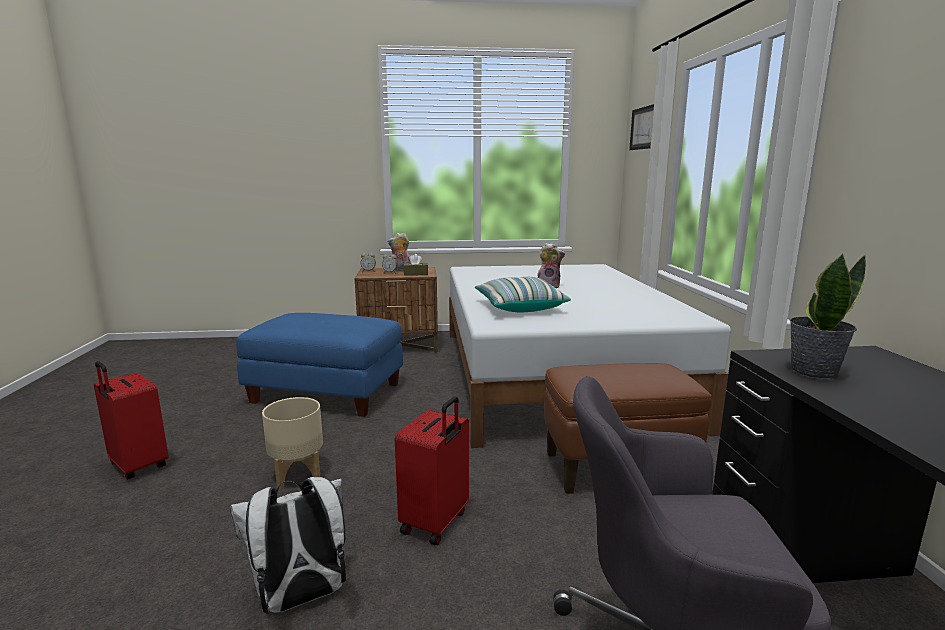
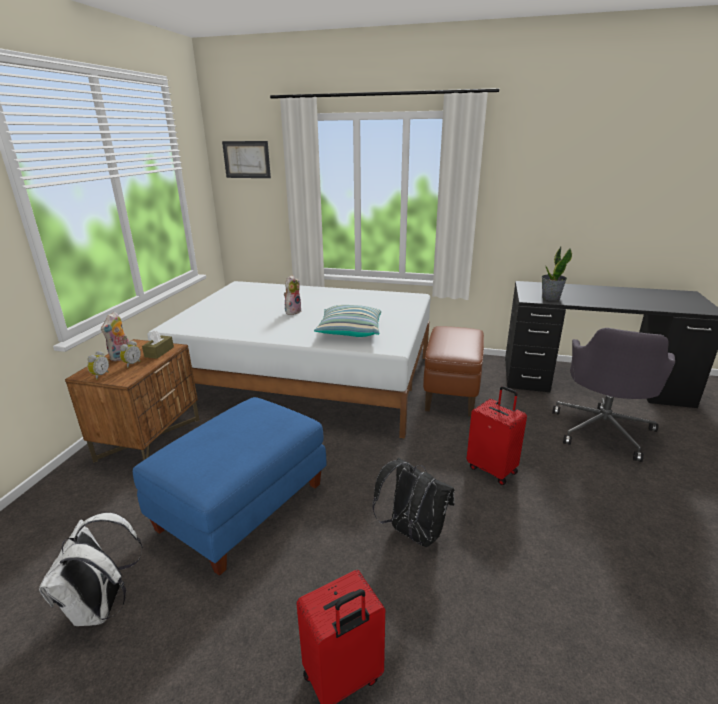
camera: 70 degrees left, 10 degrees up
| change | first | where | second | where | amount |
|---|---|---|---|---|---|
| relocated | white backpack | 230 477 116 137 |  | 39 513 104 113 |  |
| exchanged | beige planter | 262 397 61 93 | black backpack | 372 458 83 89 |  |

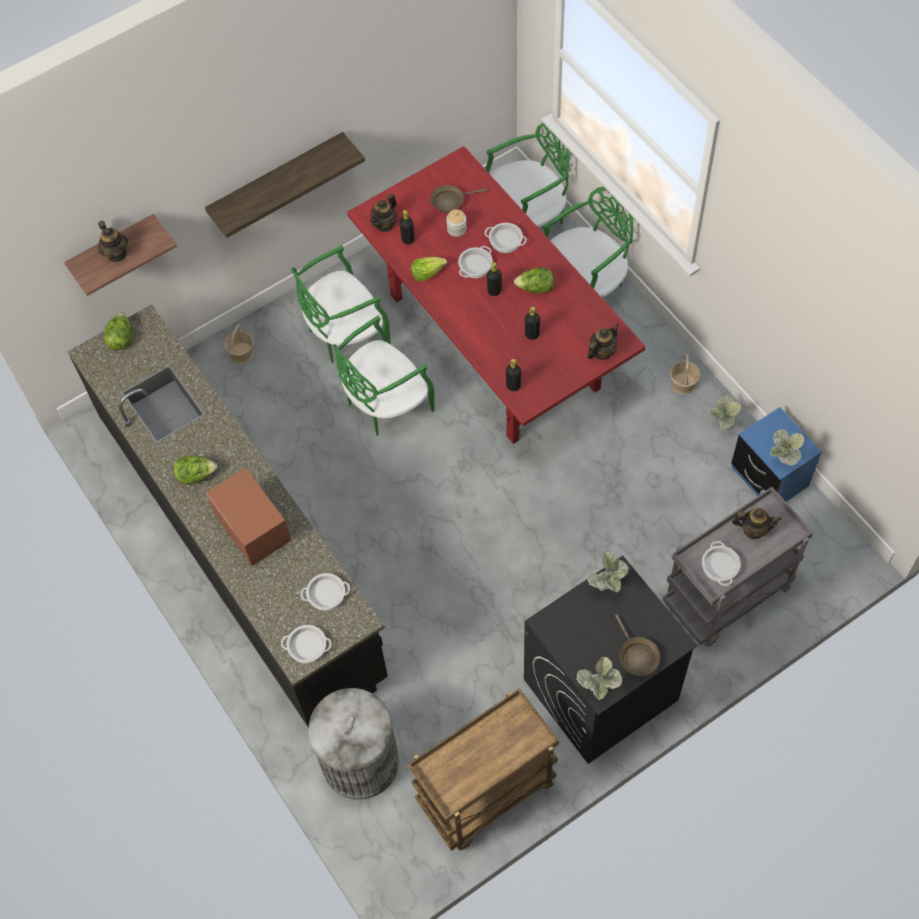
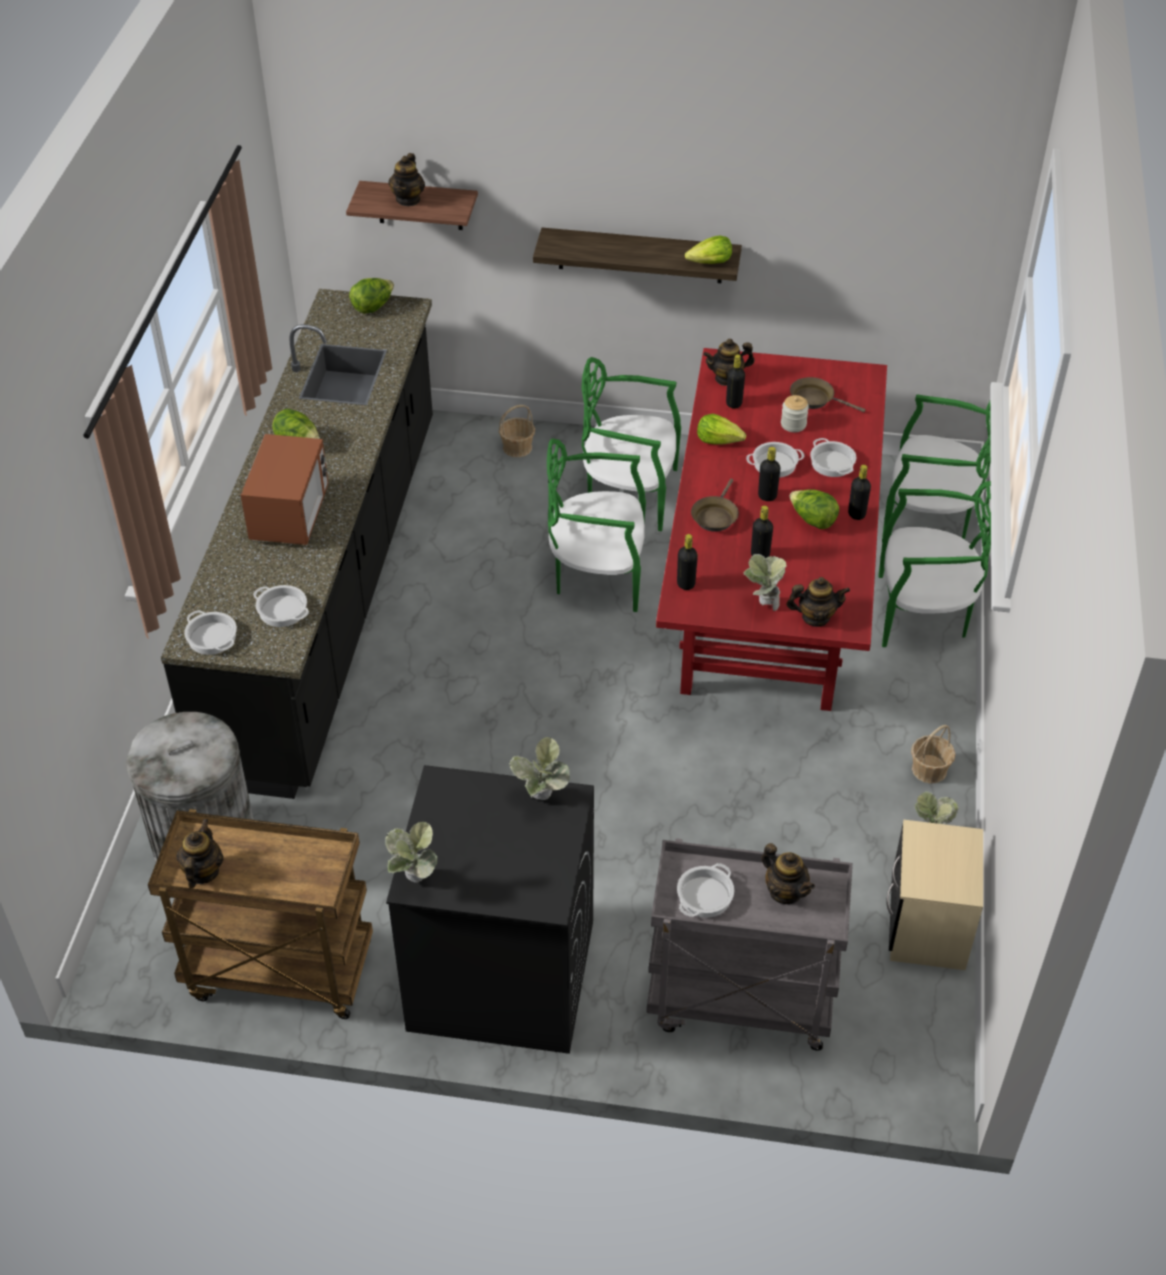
camera: 40 degrees right, 15 degrees down
| change | first | where | second | where | amount |
|---|---|---|---|---|---|
| appeared |  |  | teapot | 176 819 48 69 |  |
| appeared |  |  | lettuce | 685 235 47 29 |  |
| relocated | brown frying pan | 615 614 45 62 |  | 691 479 48 53 |  |
| relocated | potted plant | 770 429 35 36 |  | 744 554 43 57 |  |
| appeared |  |  | black bottle | 848 465 23 55 |  |
| colour | blue nightstand | 731 407 91 94 | beige nightstand | 886 820 97 150 |  |

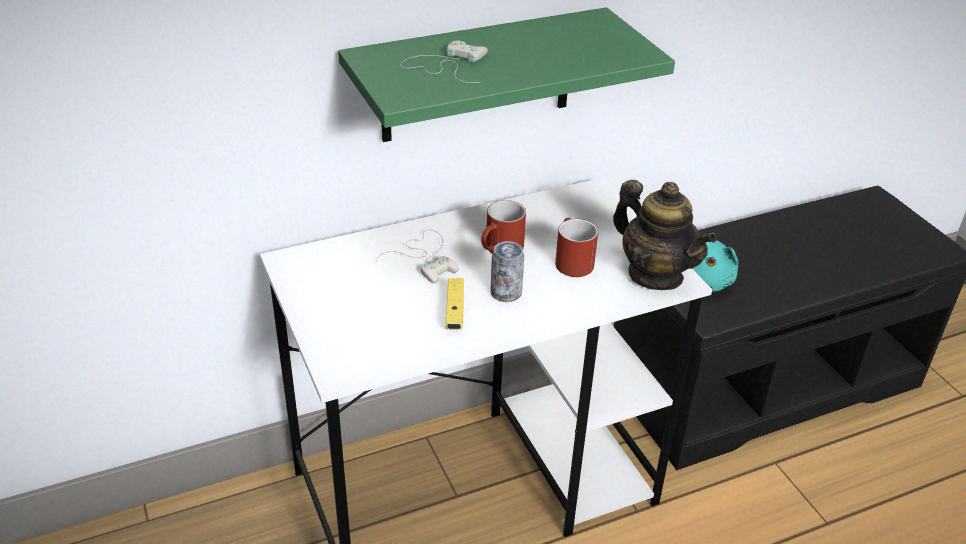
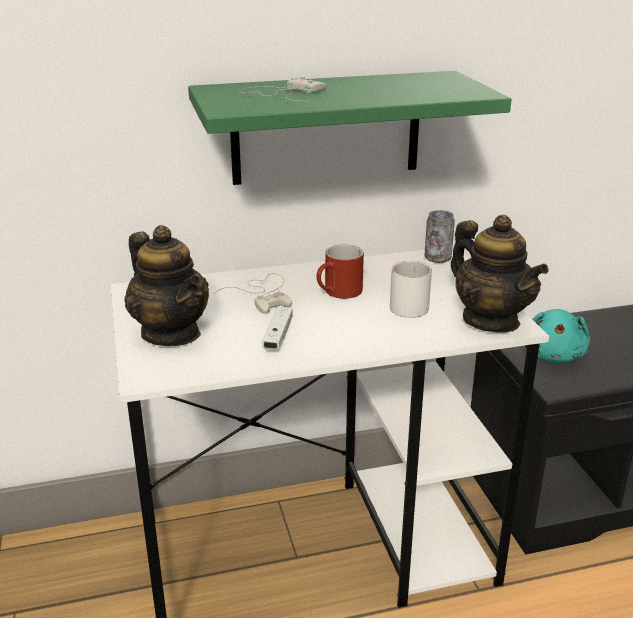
camera: 10 degrees right, 10 degrees down
| change | first | where | second | where | amount |
|---|---|---|---|---|---|
| appeared |  |  | teapot | 125 225 84 121 |  |
| colour | yellow game controller | 445 278 19 52 | white game controller | 262 307 31 43 |  |
| colour | red mug | 555 218 43 59 | white mug | 390 261 42 57 |  |
| relocated | can | 490 241 34 61 |  | 424 210 31 53 |  |

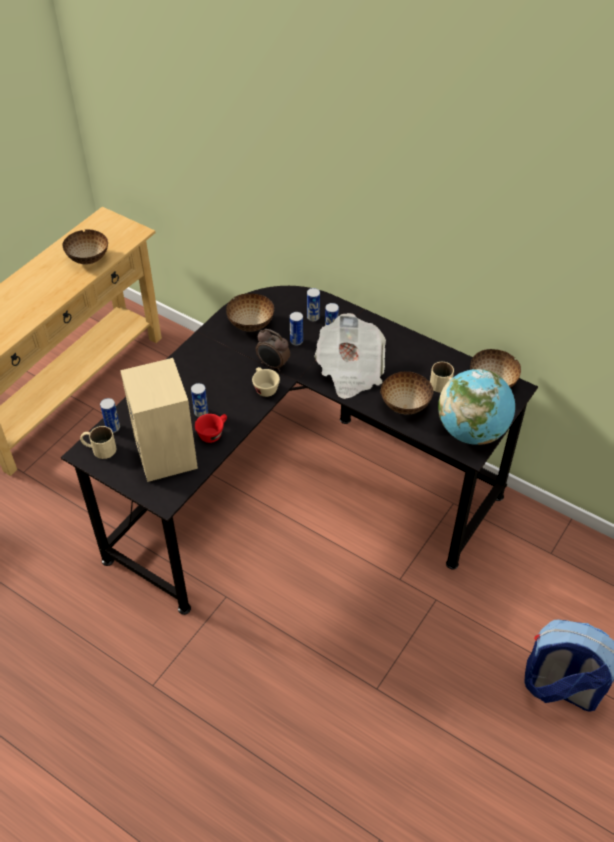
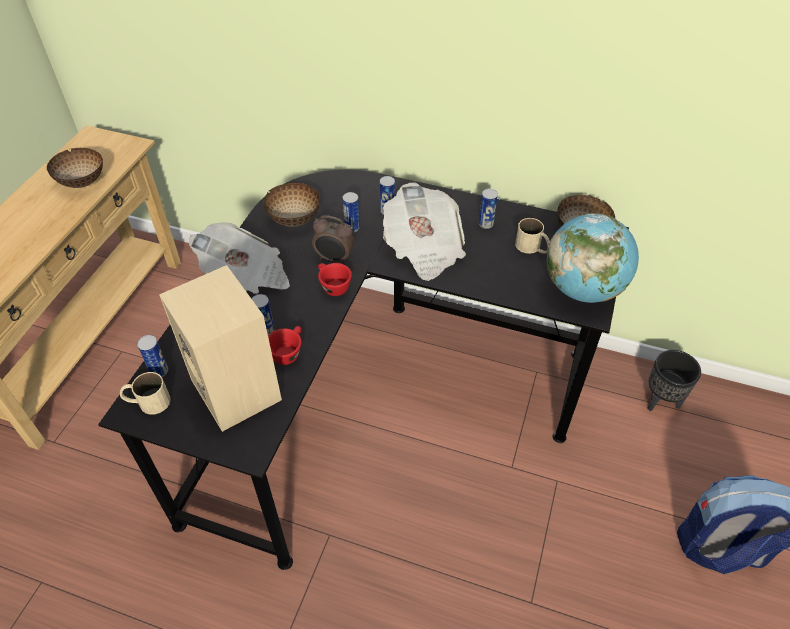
camera: 15 degrees left, 0 degrees up
| change | first | where | second | where | amount |
|---|---|---|---|---|---|
| appeared |  |  | newspaper | 189 222 101 72 |  |
| colour | beige cup | 252 367 28 30 | red cup | 318 263 34 33 |  |
| relocated | can | 307 288 13 33 |  | 479 189 19 40 |  |
| appeared |  |  | black planter | 647 350 54 62 |  |
| missing | bowl | 380 372 53 43 |  |  |  |

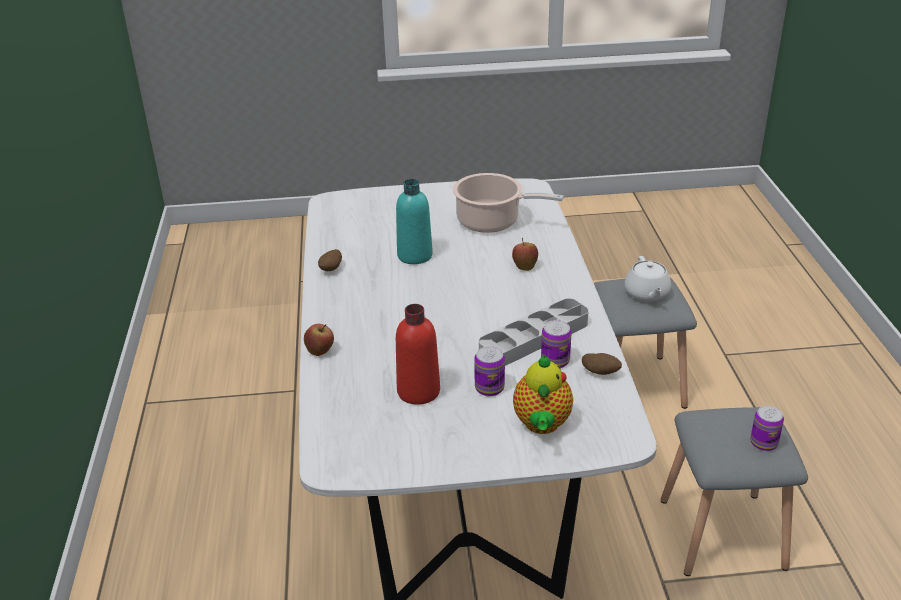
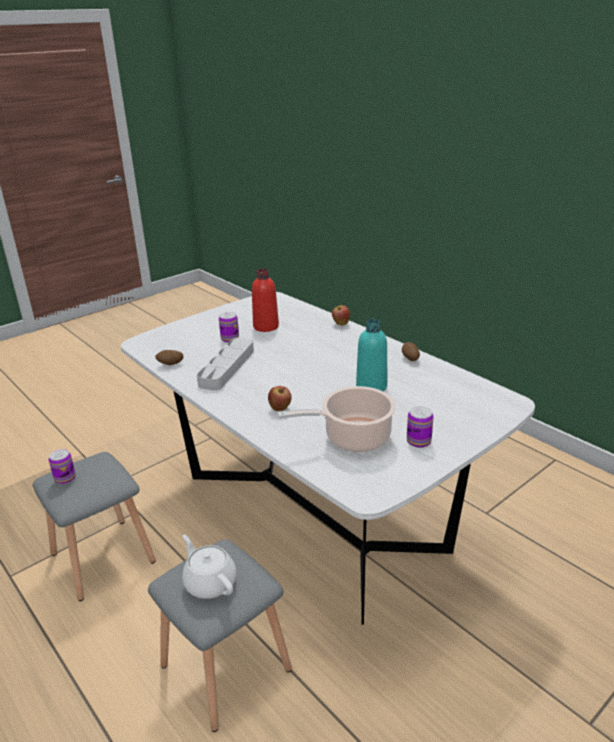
camera: 145 degrees right, 5 degrees down
| change | first | where | second | where | amount |
|---|---|---|---|---|---|
| relocated | can | 541 320 31 48 |  | 407 406 27 42 |  |
| missing | teapot | 513 355 60 79 |  |  |  |

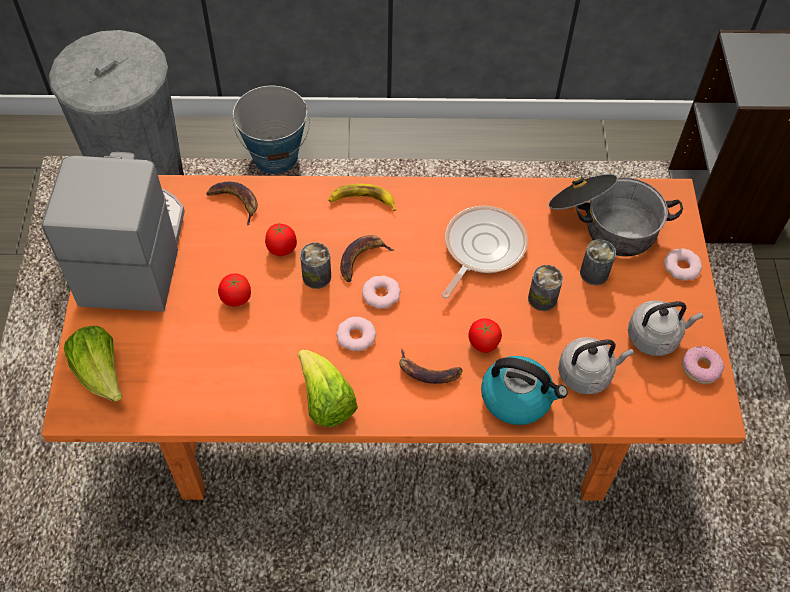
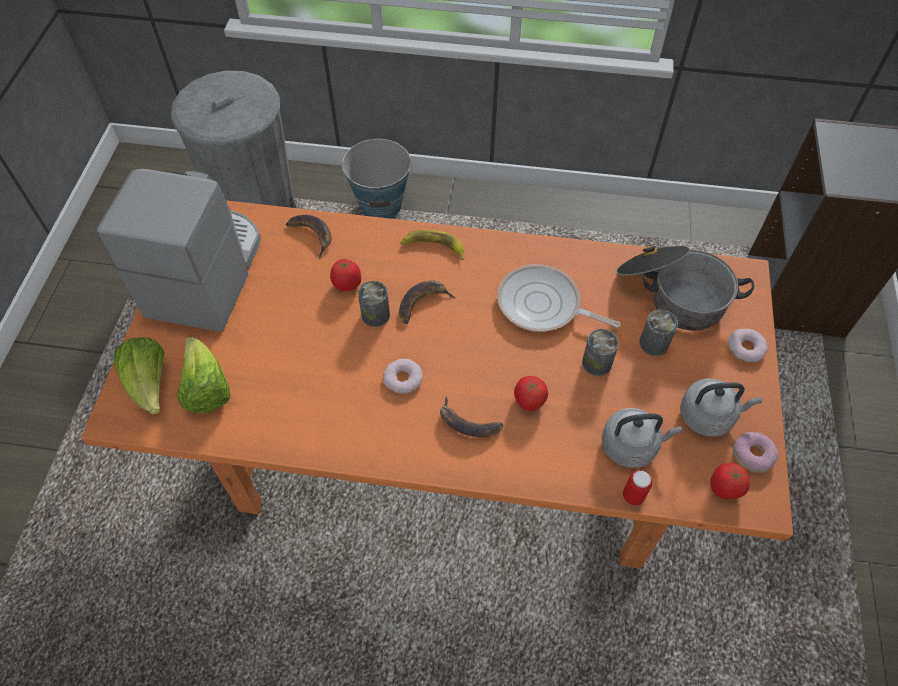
camera: 10 degrees right, 0 degrees up
| change | first | where | second | where | amount |
|---|---|---|---|---|---|
| relocated | lettuce | 297 350 61 77 |  | 177 337 53 77 |  |
| spun | frying pan | 442 206 86 92 |  | 497 264 124 68 | 105 degrees counterclockwise |
| appeared |  |  | can | 623 470 29 35 |  |
| relocated | tomato | 218 273 33 33 |  | 710 463 40 36 |  |
| missing | donut | 362 276 39 33 |  |  |  |
| missing | kettle | 481 356 87 69 |  |  |  |

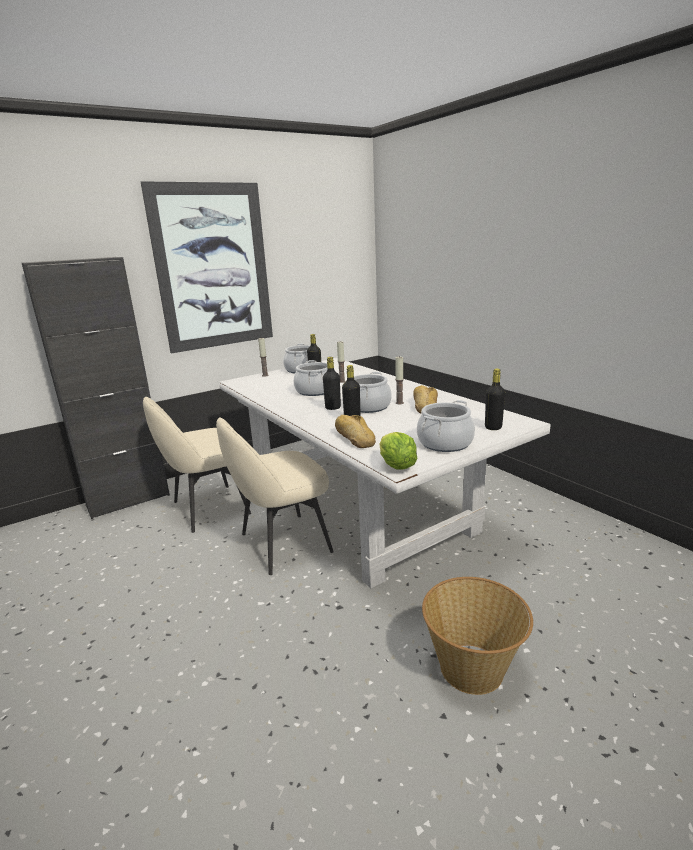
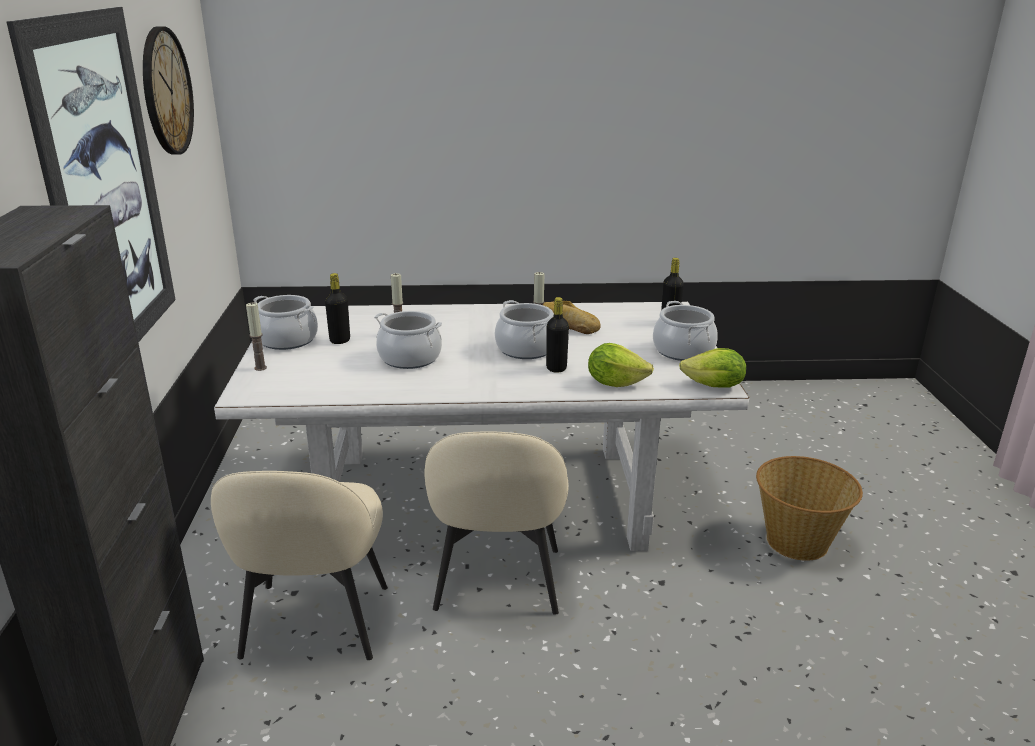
camera: 60 degrees left, 5 degrees up
| change | first | where | second | where | amount |
|---|---|---|---|---|---|
| appeared |  |  | wall clock | 143 27 51 128 |  |
| exchanged | bread | 335 415 41 33 | lettuce | 588 343 66 44 |  |
| missing | black bottle | 323 357 18 53 |  |  |  |

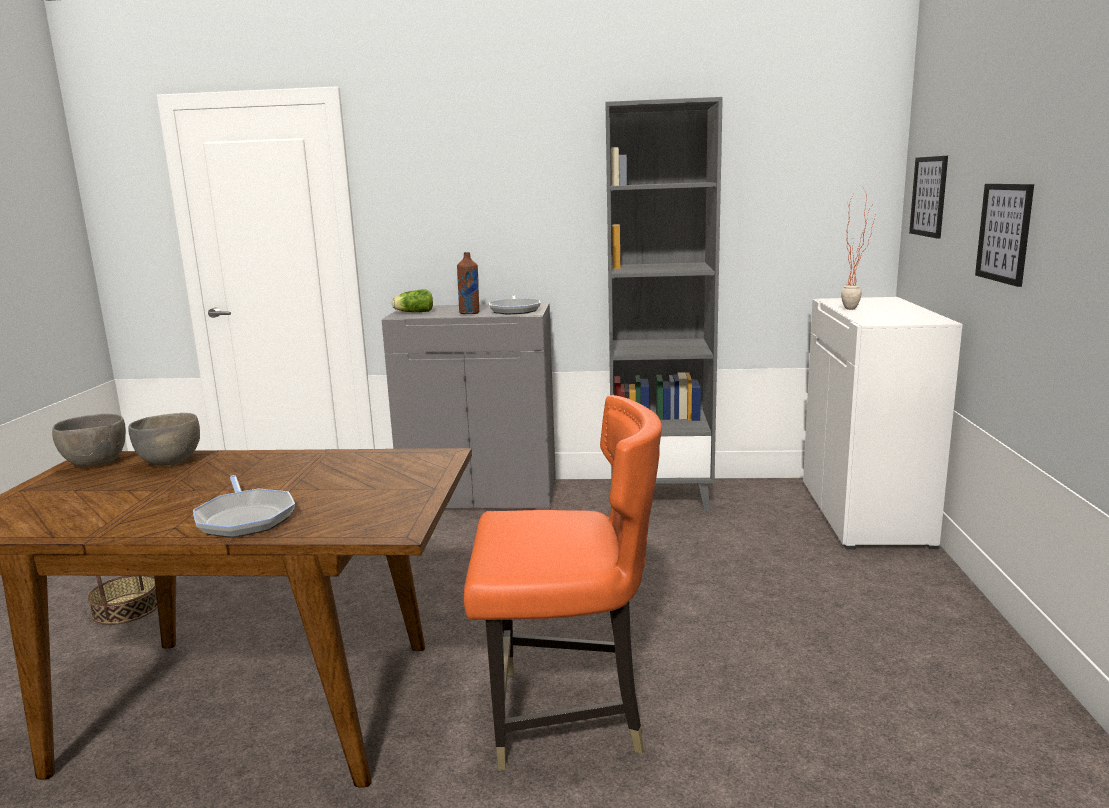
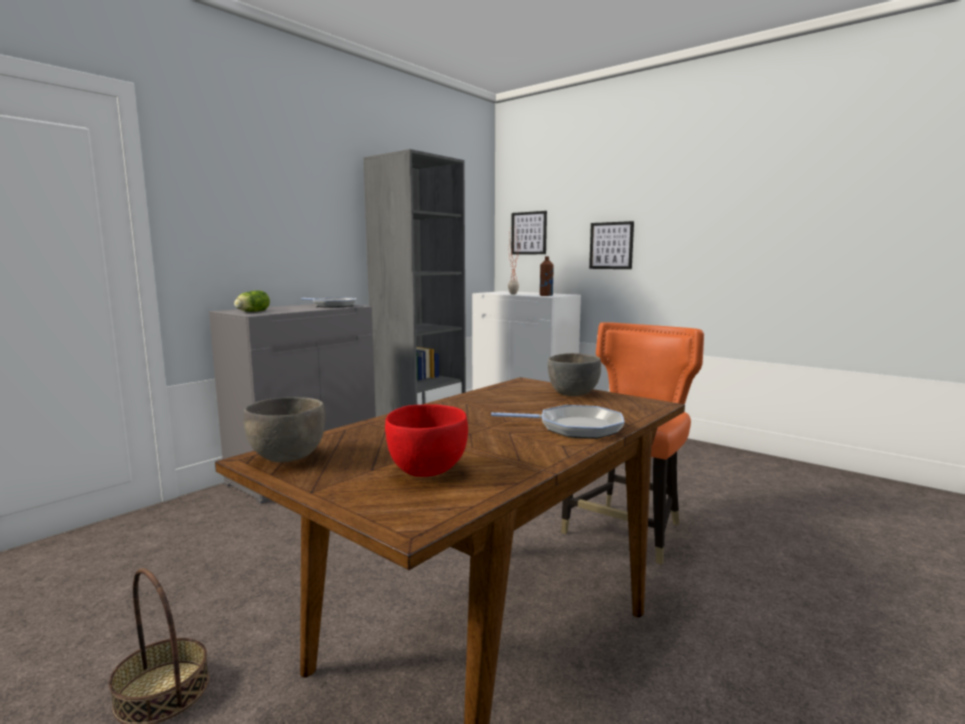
camera: 55 degrees left, 5 degrees down
| change | first | where | second | where | amount |
|---|---|---|---|---|---|
| appeared |  |  | red bowl | 385 404 83 73 |  |
| relocated | brown bottle | 457 252 22 62 |  | 540 256 13 40 |  |
| relocated | grey bowl | 128 413 72 53 |  | 548 353 53 43 |  |

